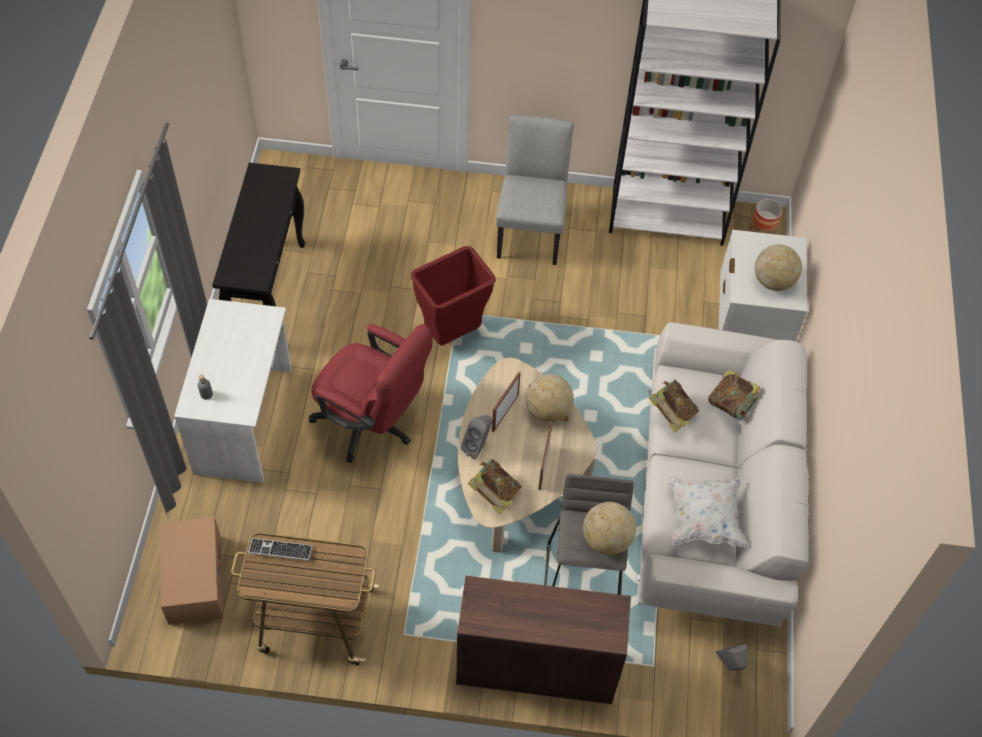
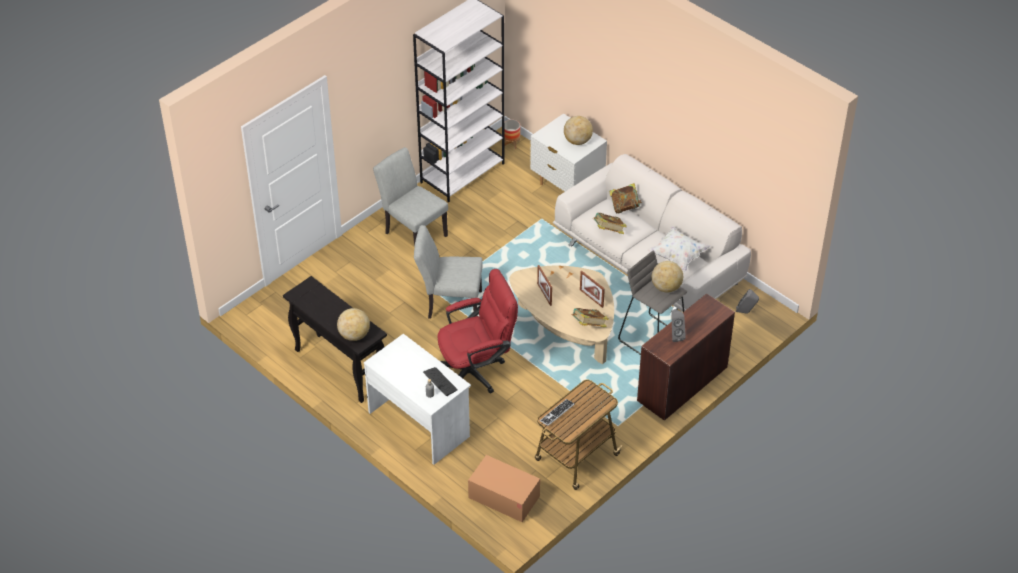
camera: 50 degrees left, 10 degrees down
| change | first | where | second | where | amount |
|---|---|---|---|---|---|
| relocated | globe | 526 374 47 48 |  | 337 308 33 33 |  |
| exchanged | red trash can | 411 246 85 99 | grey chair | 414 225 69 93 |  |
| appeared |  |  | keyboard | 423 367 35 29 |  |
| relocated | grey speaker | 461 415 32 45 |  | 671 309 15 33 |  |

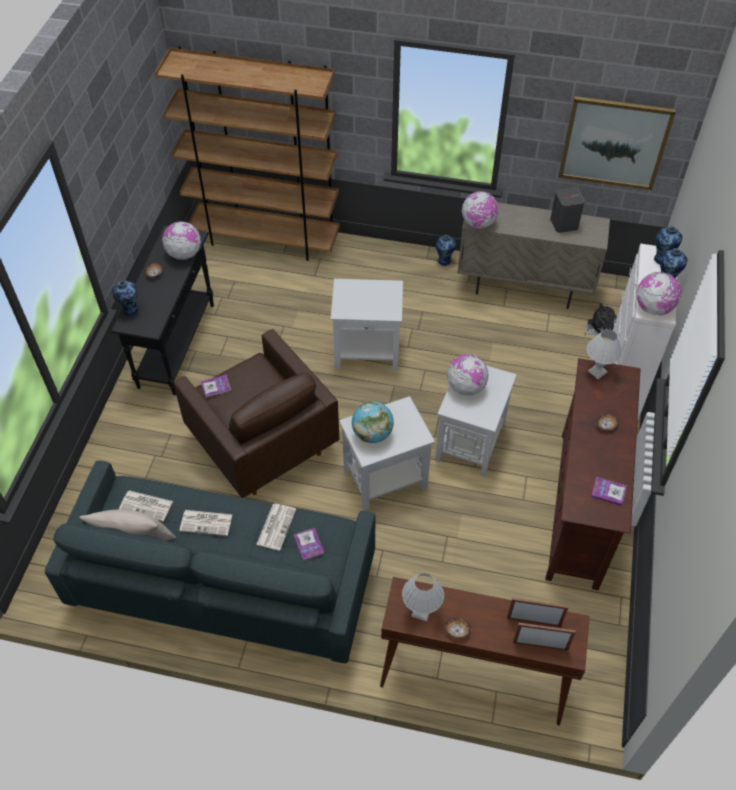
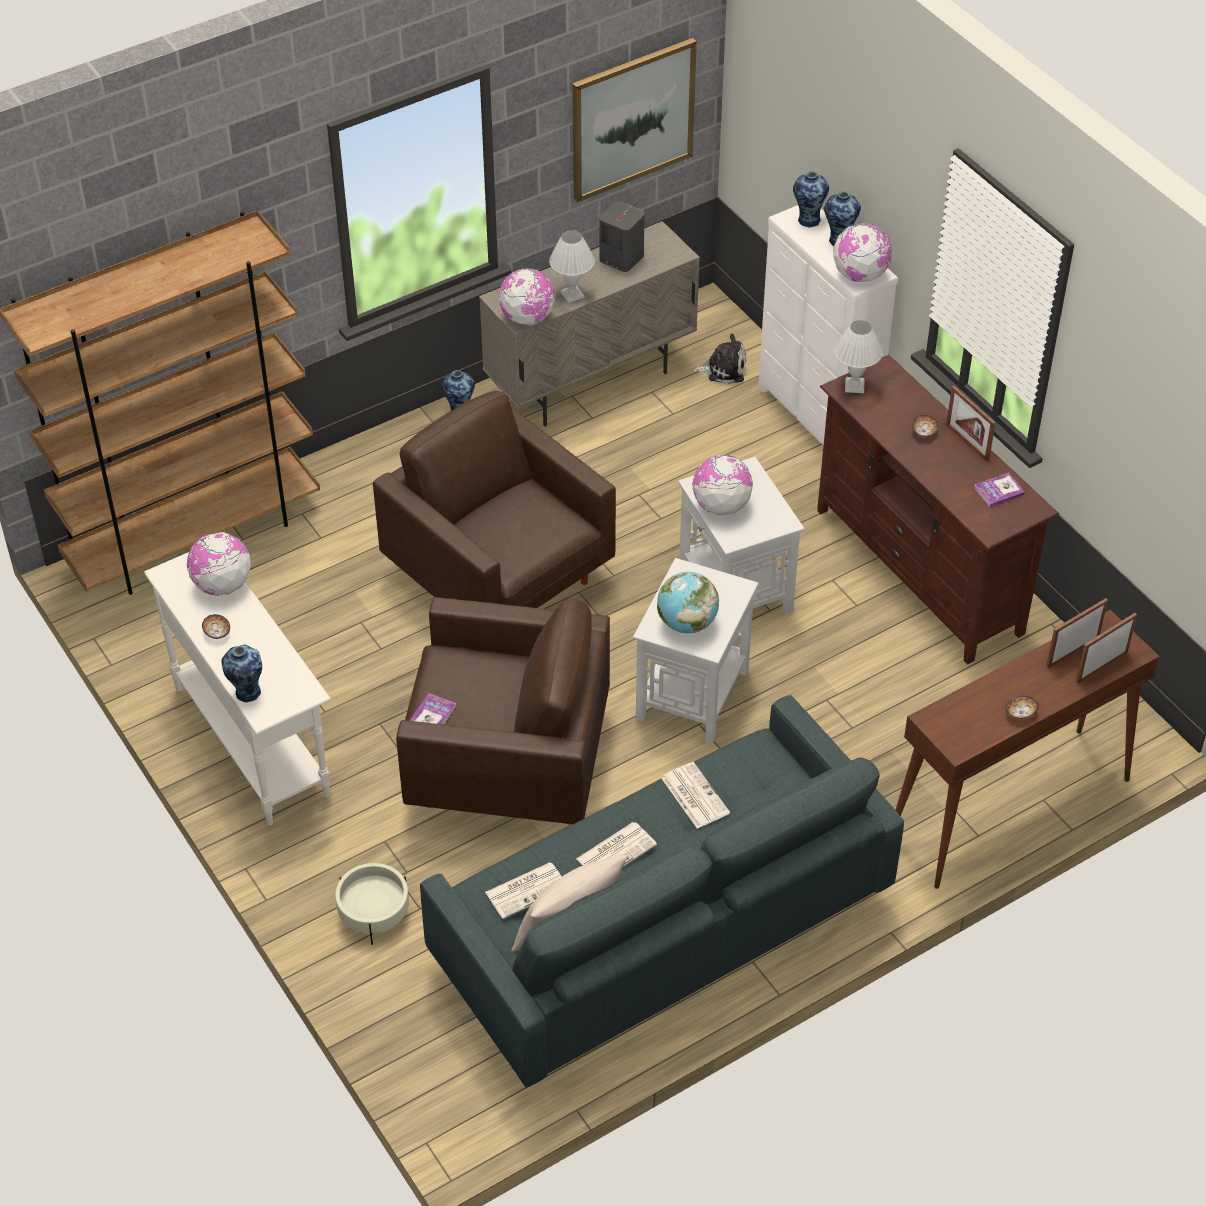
camera: 45 degrees left, 5 degrees down
| change | first | where | second | where | amount |
|---|---|---|---|---|---|
| colour | black console table | 111 225 103 170 | white console table | 144 552 187 274 |  |
| appeared |  |  | beige planter | 335 863 74 82 |  |
| exchanged | white side table | 330 279 73 92 | brown armchair | 373 391 243 217 |  |
| relocated | white table lamp | 402 573 42 48 |  | 549 230 46 73 |  |
| spun | plush toy | 584 303 33 35 |  | 692 334 54 50 | 75 degrees clockwise |
| appeared |  |  | picture frame | 946 386 50 75 |  |
| missing | book | 294 528 31 33 |  |  |  |

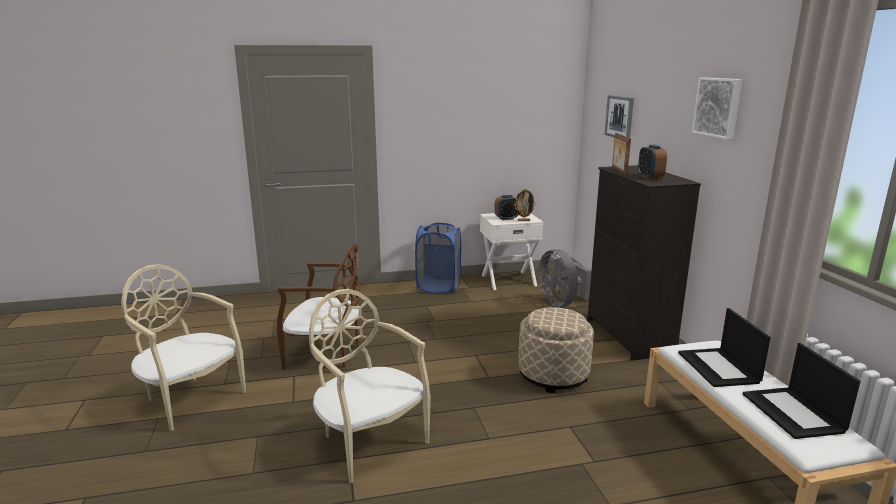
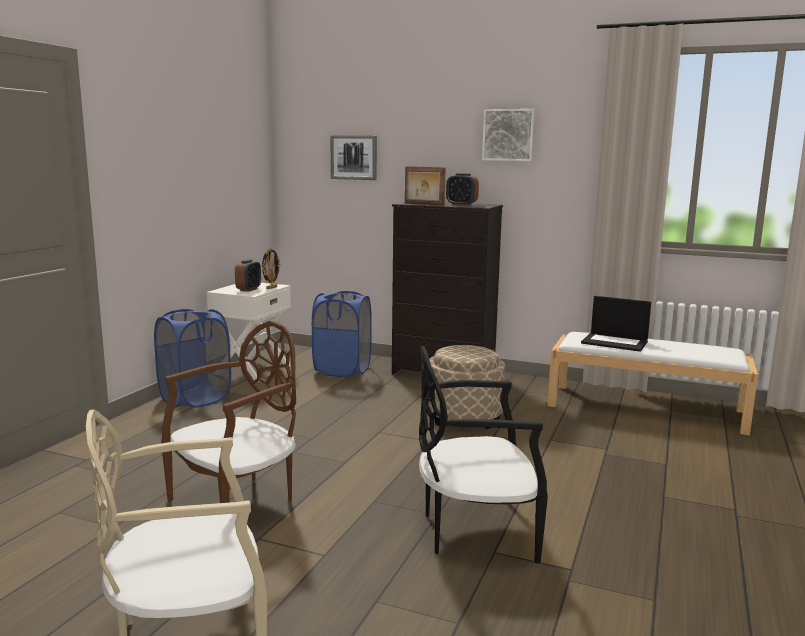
camera: 55 degrees left, 5 degrees down
| change | first | where | second | where | amount |
|---|---|---|---|---|---|
| exchanged | grey fan | 539 249 52 58 | blue laundry basket | 312 291 60 86 |  |
| colour | beige chair | 309 289 122 194 | black chair | 419 346 129 217 |  |
| missing | laptop | 743 343 118 96 |  |  |  |

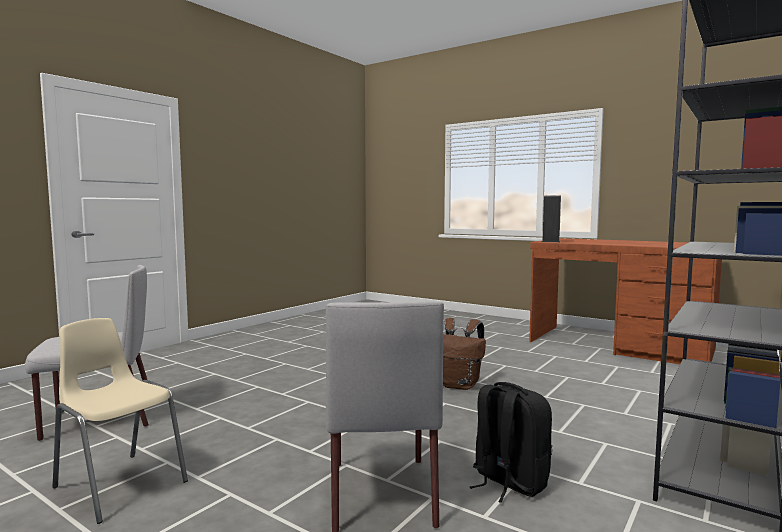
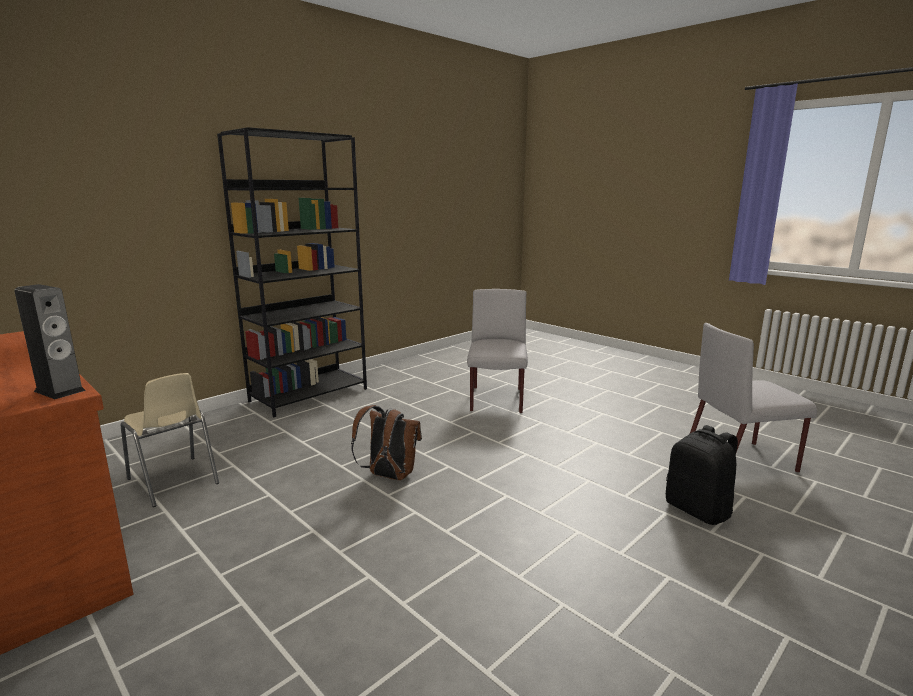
camera: 170 degrees left, 10 degrees up
| change | first | where | second | where | amount |
|---|---|---|---|---|---|
| relocated | beige chair | 53 318 135 206 |  | 121 373 98 134 |  |
| relocated | black backpack | 470 382 82 121 |  | 666 425 72 100 |  |

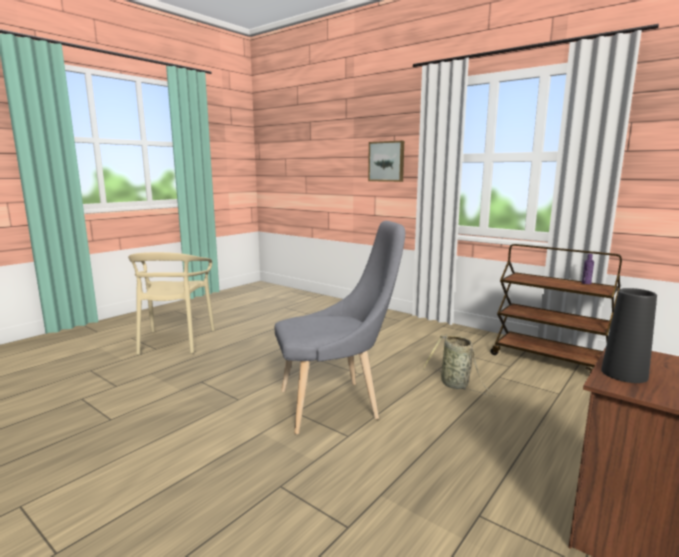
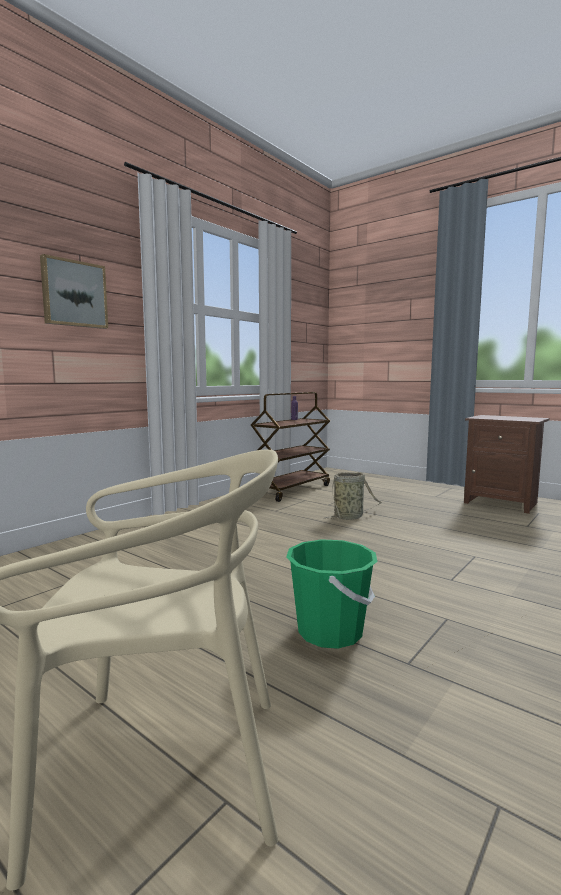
camera: 90 degrees left, 5 degrees down
| change | first | where | second | where | amount |
|---|---|---|---|---|---|
| appeared |  |  | green bucket | 286 539 92 110 |  |
| missing | grey chair | 275 221 130 213 |  |  |  |
| missing | black vase | 601 288 56 95 |  |  |  |

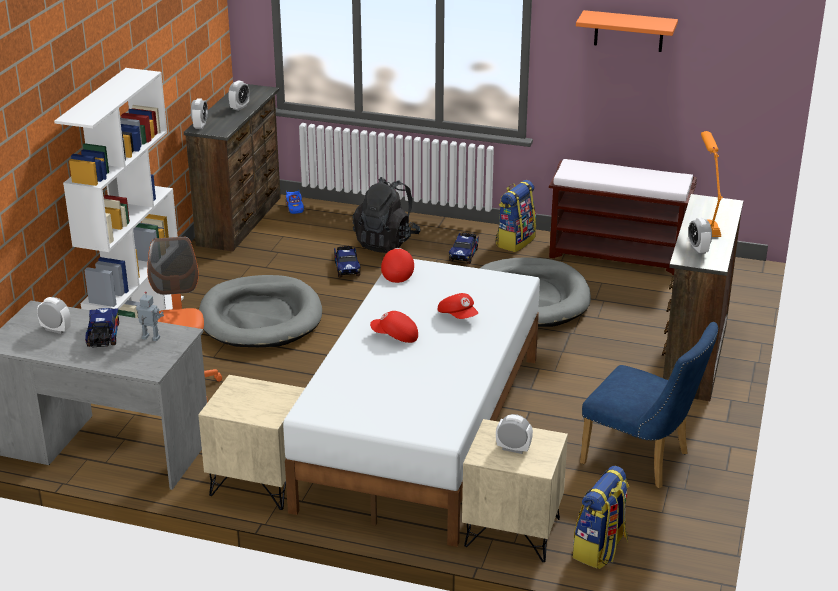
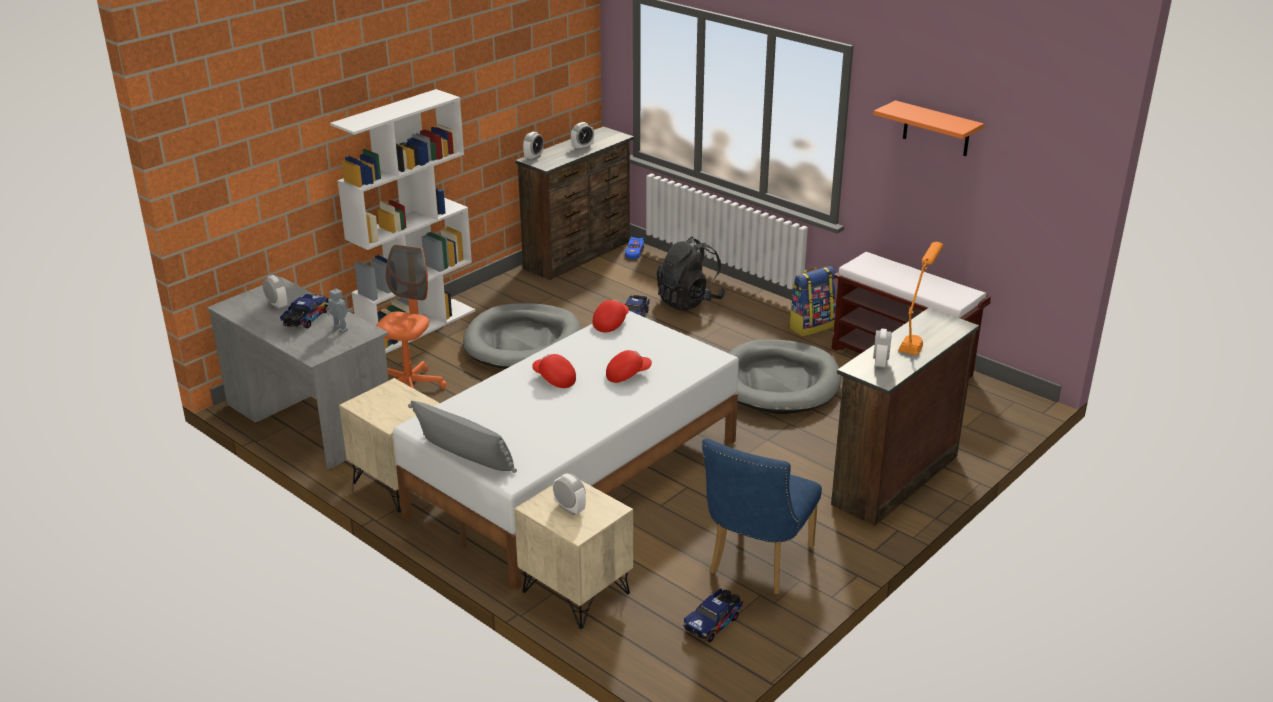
camera: 25 degrees right, 0 degrees up
| change | first | where | second | where | amount |
|---|---|---|---|---|---|
| appeared |  |  | grey pillow | 408 401 109 72 |  |
| spun | red cap | 438 293 40 26 |  | 606 350 46 33 | 105 degrees counterclockwise |
| relocated | toy truck | 449 233 30 31 |  | 683 589 60 53 |  |
| spun | blue chair | 580 322 139 166 |  | 702 439 120 155 | 60 degrees clockwise |
| missing | backpack | 573 466 56 103 |  |  |  |

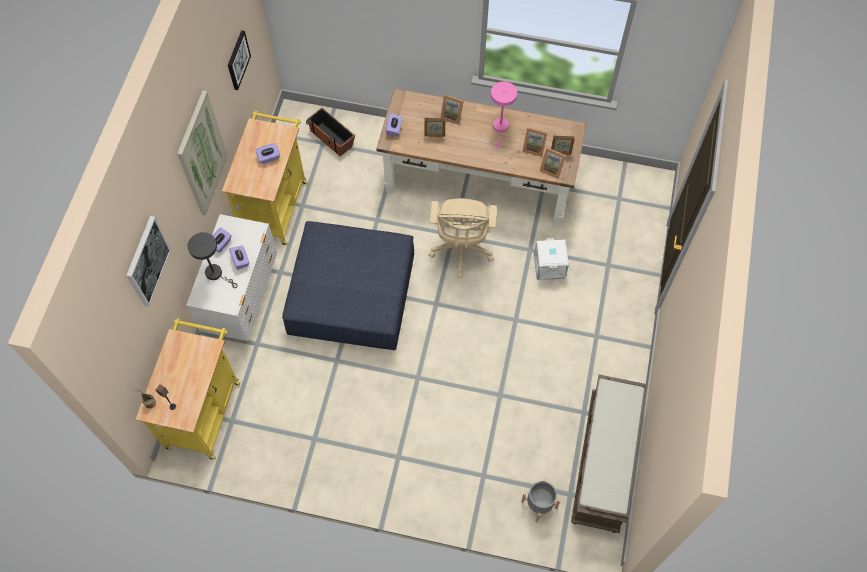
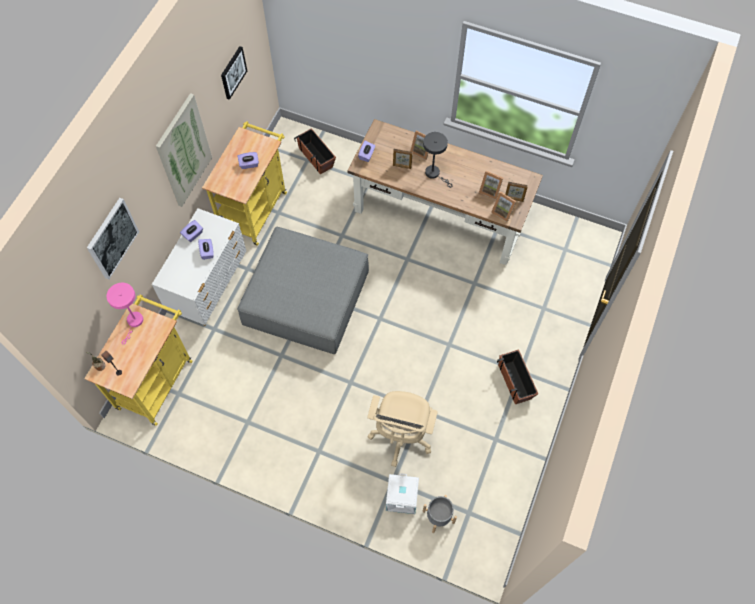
camera: 10 degrees right, 0 degrees up
| change | first | where | second | where | amount |
|---|---|---|---|---|---|
| relocated | pink table lamp | 491 82 26 66 |  | 106 283 37 62 |  |
| colour | blue ottoman | 282 221 132 129 | grey ottoman | 237 227 132 127 |  |
| relocated | beige office chair | 428 198 69 80 |  | 367 391 71 76 |  |
| relocated | white storage box | 534 238 35 42 |  | 386 473 33 41 |  |
| relocated | grey table lamp | 188 232 50 56 |  | 423 132 30 56 |  |
| appeared |  |  | planter | 497 350 41 54 |  |
| missing | brown bench | 571 374 76 159 |  |  |  |

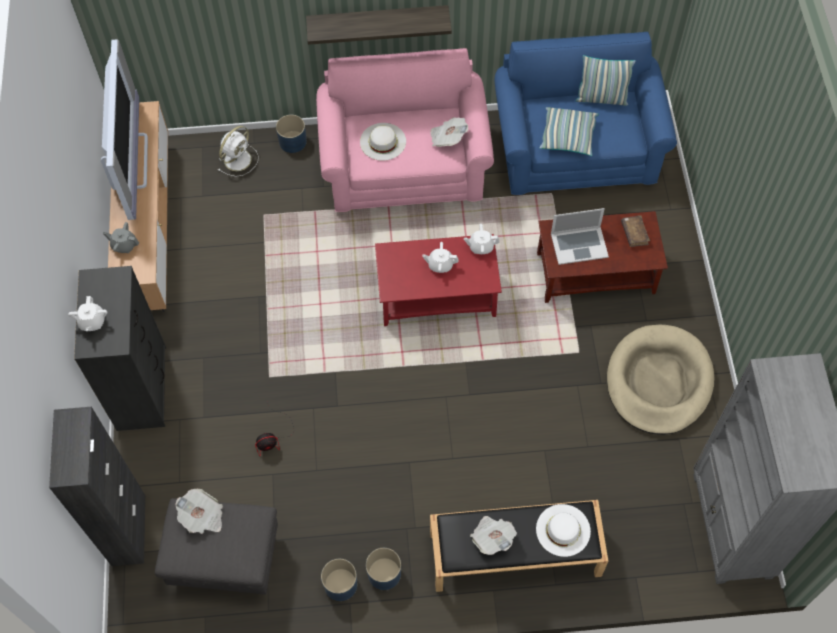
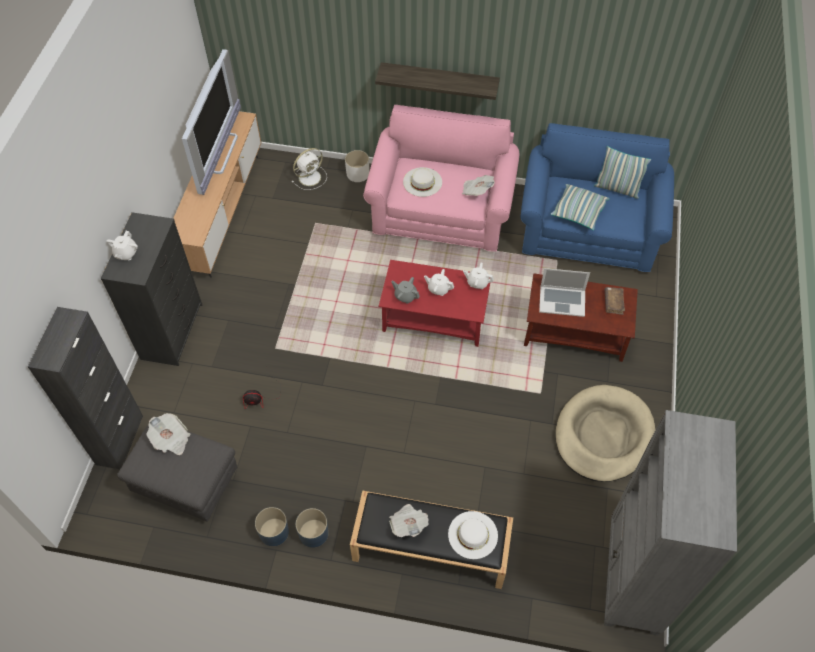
camera: 15 degrees right, 5 degrees down
| change | first | where | second | where | amount |
|---|---|---|---|---|---|
| colour | blue planter | 276 115 31 38 | white planter | 345 150 24 32 |  |
| relocated | grey teapot | 103 222 36 31 |  | 392 277 28 27 |  |

